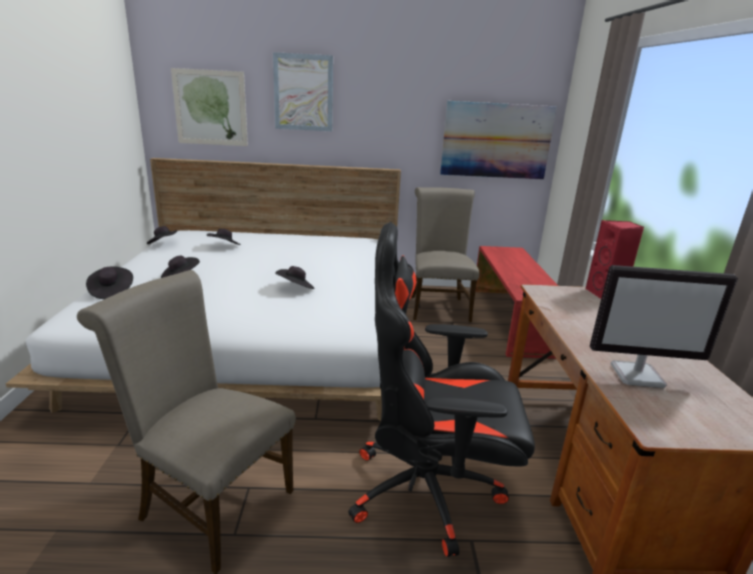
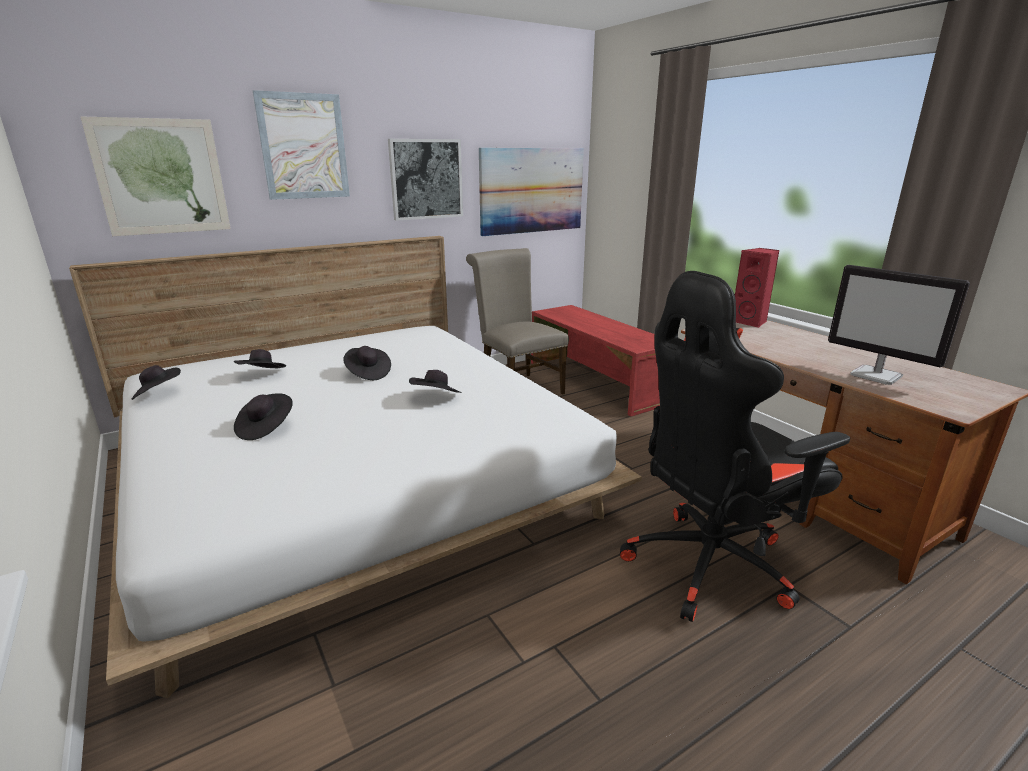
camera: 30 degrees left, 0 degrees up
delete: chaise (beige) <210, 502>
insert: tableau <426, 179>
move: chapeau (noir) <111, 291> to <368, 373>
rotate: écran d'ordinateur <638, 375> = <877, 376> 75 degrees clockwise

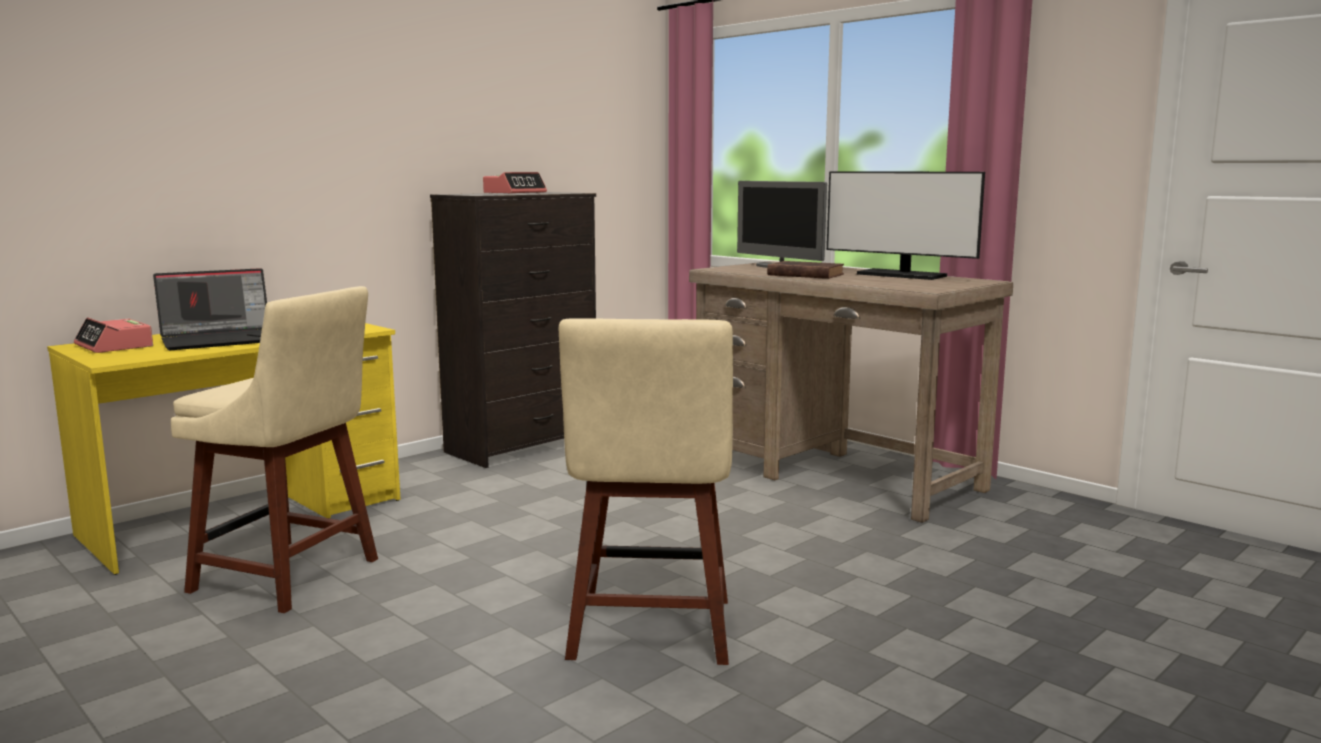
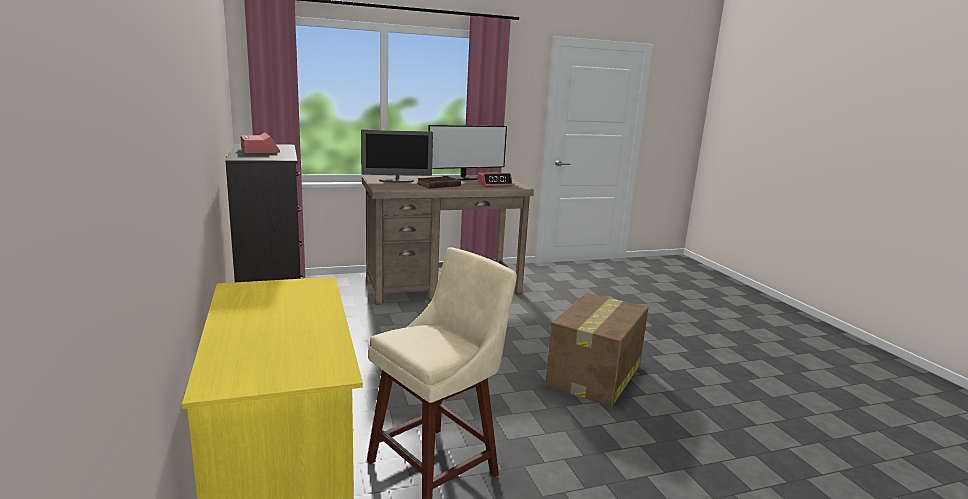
camera: 65 degrees left, 5 degrees up
delete: ordinateur portable <221, 340>
move: réveil <114, 346> to <494, 184>
replace: chaise (beige) <649, 633> to carton <594, 376>

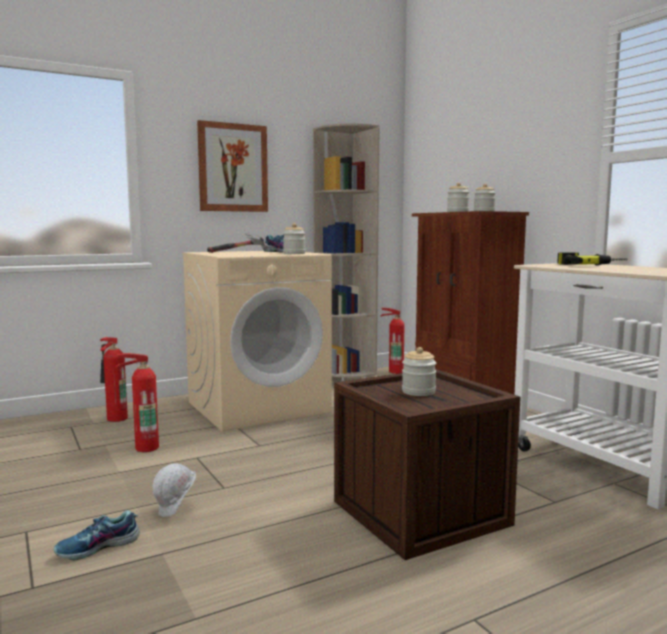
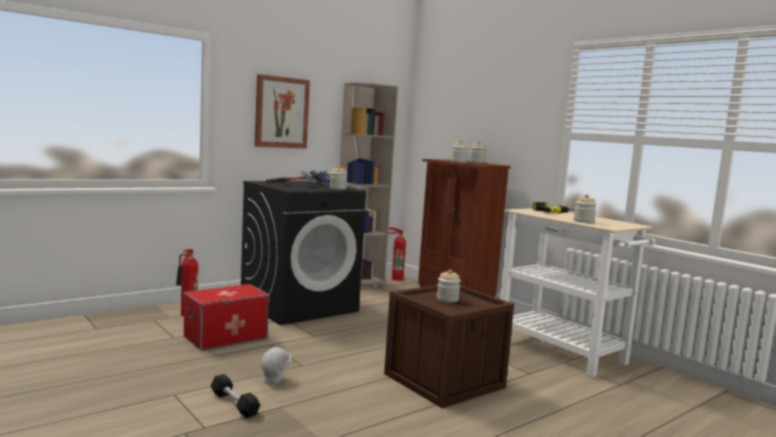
camera: 10 degrees left, 0 degrees up
insert: bocal <583, 221>
replace: chaussure <98, 547> to haltère (noir) <234, 404>; extincteur <144, 447> to boîte de rangement <225, 337>
recolor: lave-linge (beige) <258, 407> to lave-linge (noir) <299, 306>

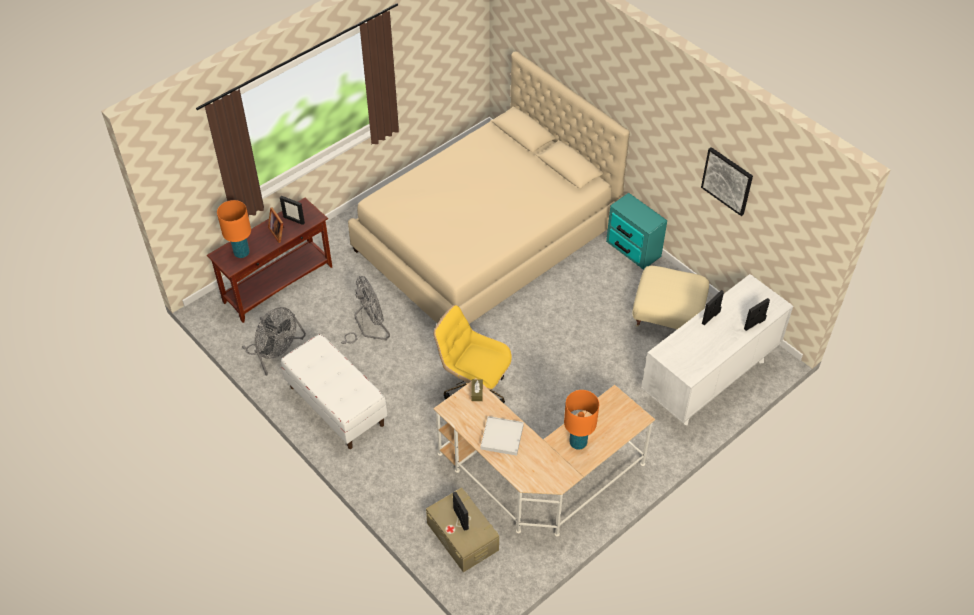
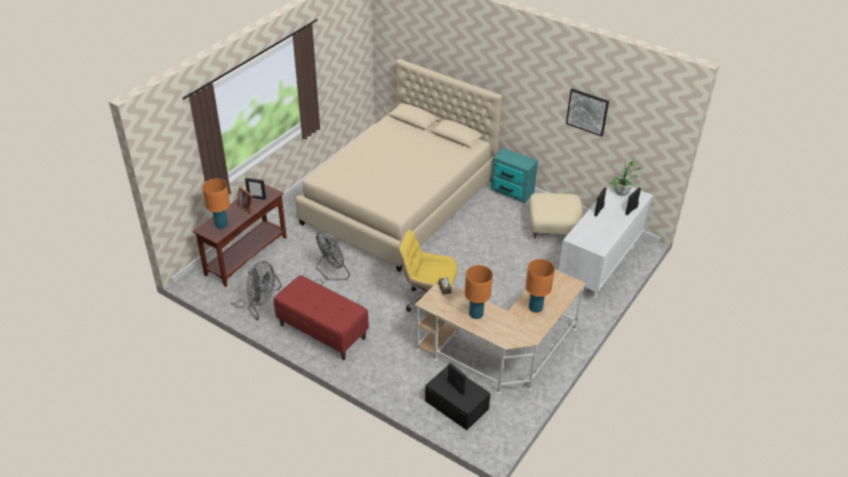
camera: 15 degrees left, 10 degrees down
insert: plante en pot <620, 195>
replace: plateau (blanc) <502, 437> to lampe de table (orange) <476, 314>
recolor: banc (blanc) <336, 406> to banc (rouge) <322, 332>; boîte de rangement (beige) <462, 536> to boîte de rangement (noir) <456, 405>

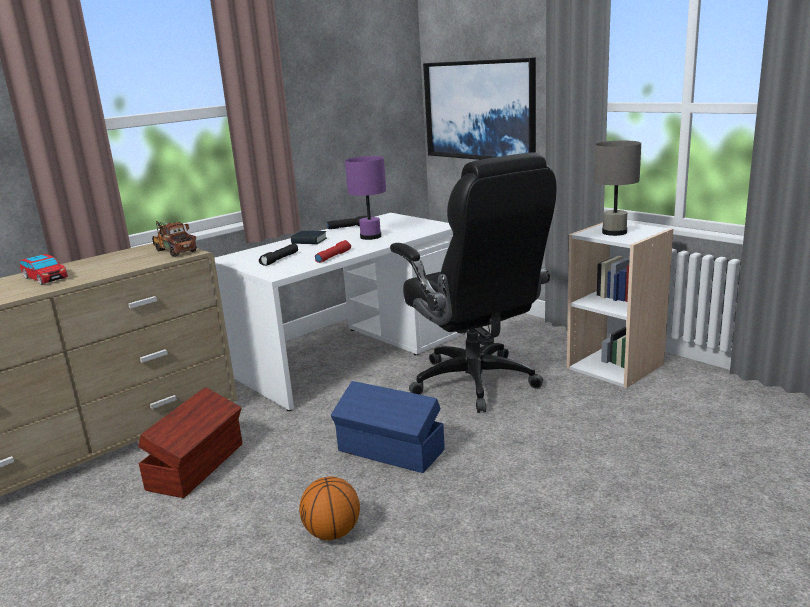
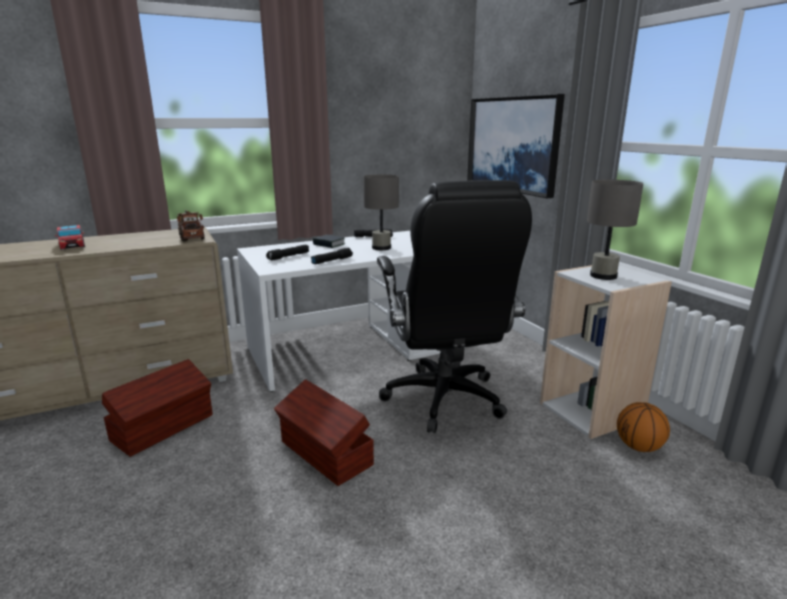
camera: 15 degrees right, 0 degrees up
move: ballon de basket <332, 533> to <638, 447>
recolor: lampe de poche (rouge) <333, 256> to lampe de poche (noir) <332, 260>; boîte de rangement (bleu) <391, 451> to boîte de rangement (marron) <325, 454>; lampe de table (violet) <371, 237> to lampe de table (gris) <381, 248>

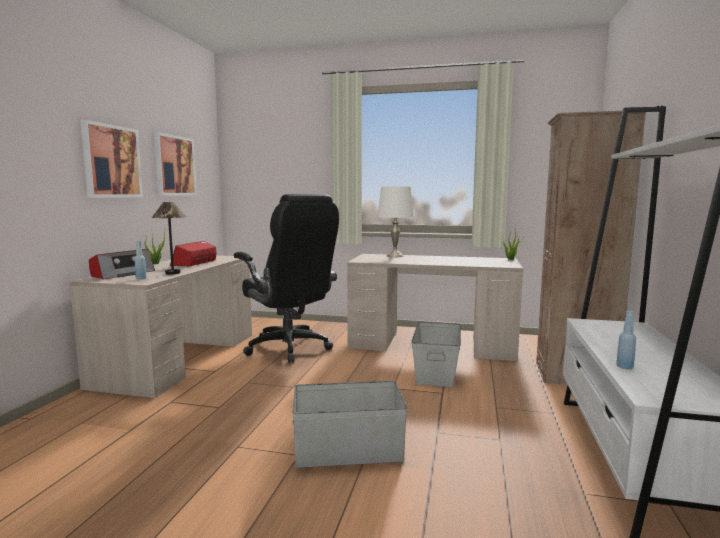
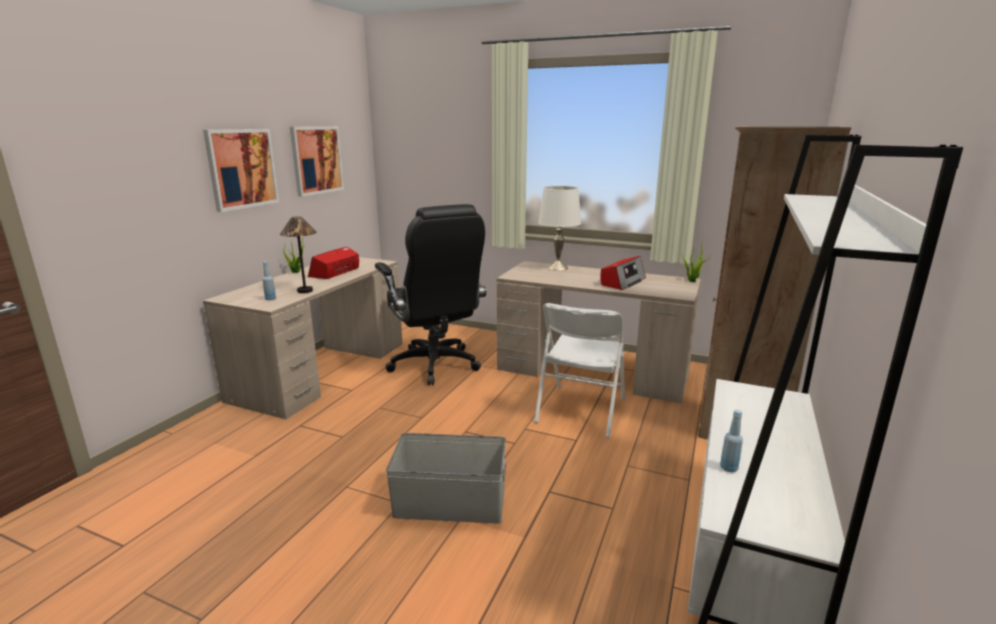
camera: 10 degrees right, 10 degrees up
move: radio <122, 274> to <622, 282>
replace: boîte de rangement (gris) <435, 371> to chaise (blanc) <581, 410>

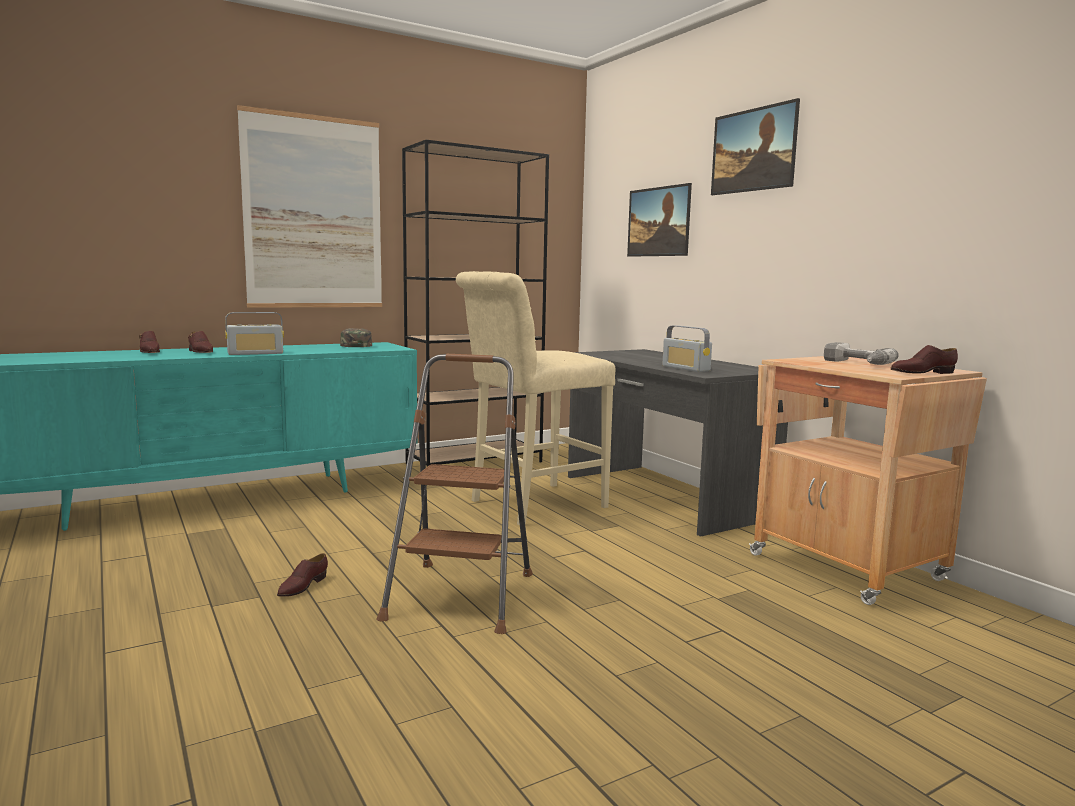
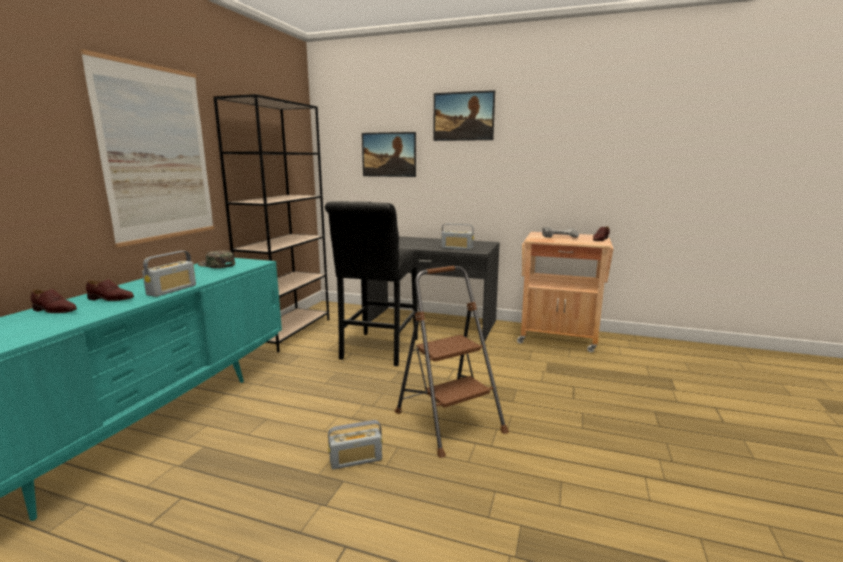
camera: 40 degrees left, 5 degrees up
replace: chaussure (marron) <302, 586> to radio <356, 460>
recolor: tabouret (beige) <531, 504> to tabouret (noir) <377, 350>

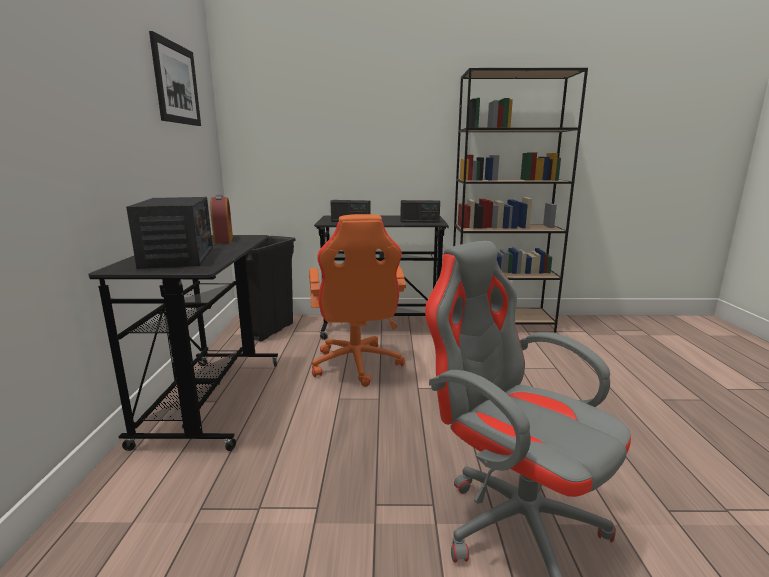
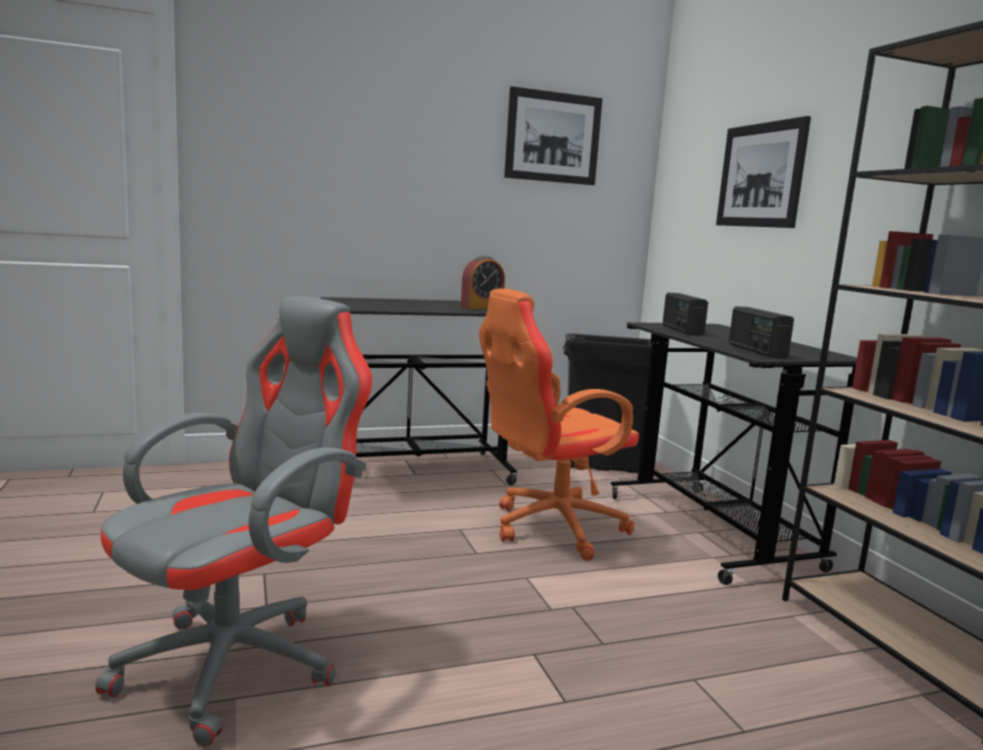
camera: 70 degrees right, 5 degrees down
delete: radio <178, 257>
insert: tableau <760, 175>

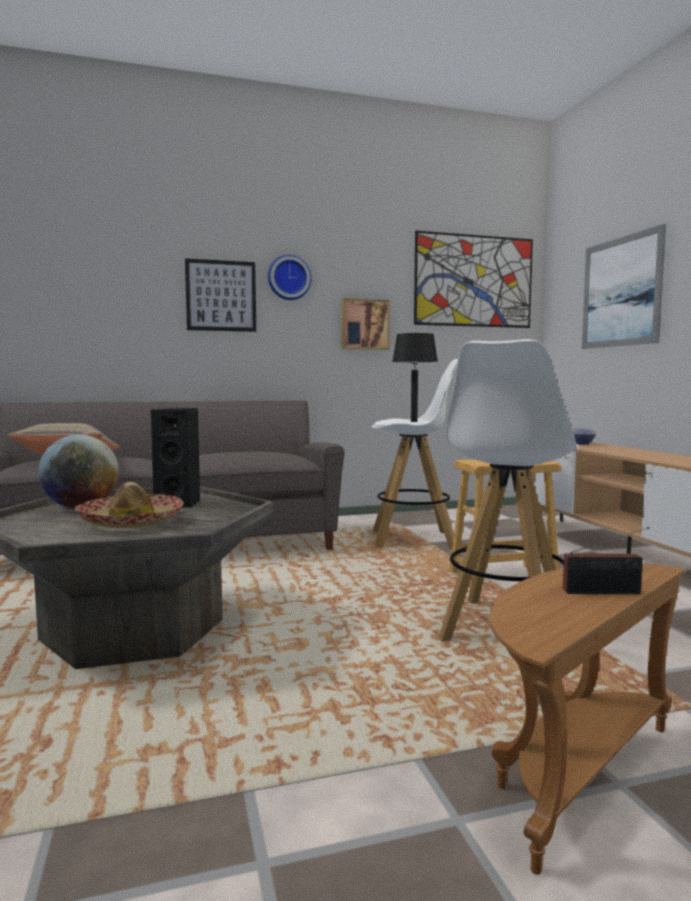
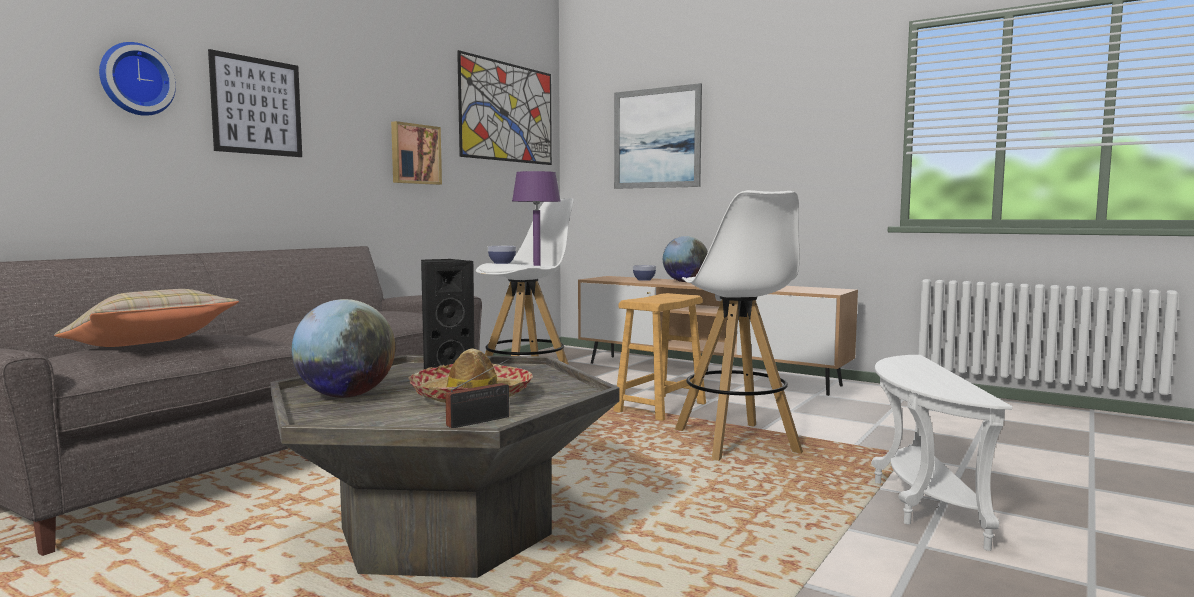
camera: 40 degrees left, 0 degrees up
insert: bol <502, 263>; globe <685, 282>
move: horloge murale <289, 278> to <135, 79>; radio <606, 592> to <482, 421>
recolor: lampe de table (noir) <413, 421> to lampe de table (violet) <536, 265>; table d'appoint (marron) <574, 772> to table d'appoint (blanc) <920, 503>

